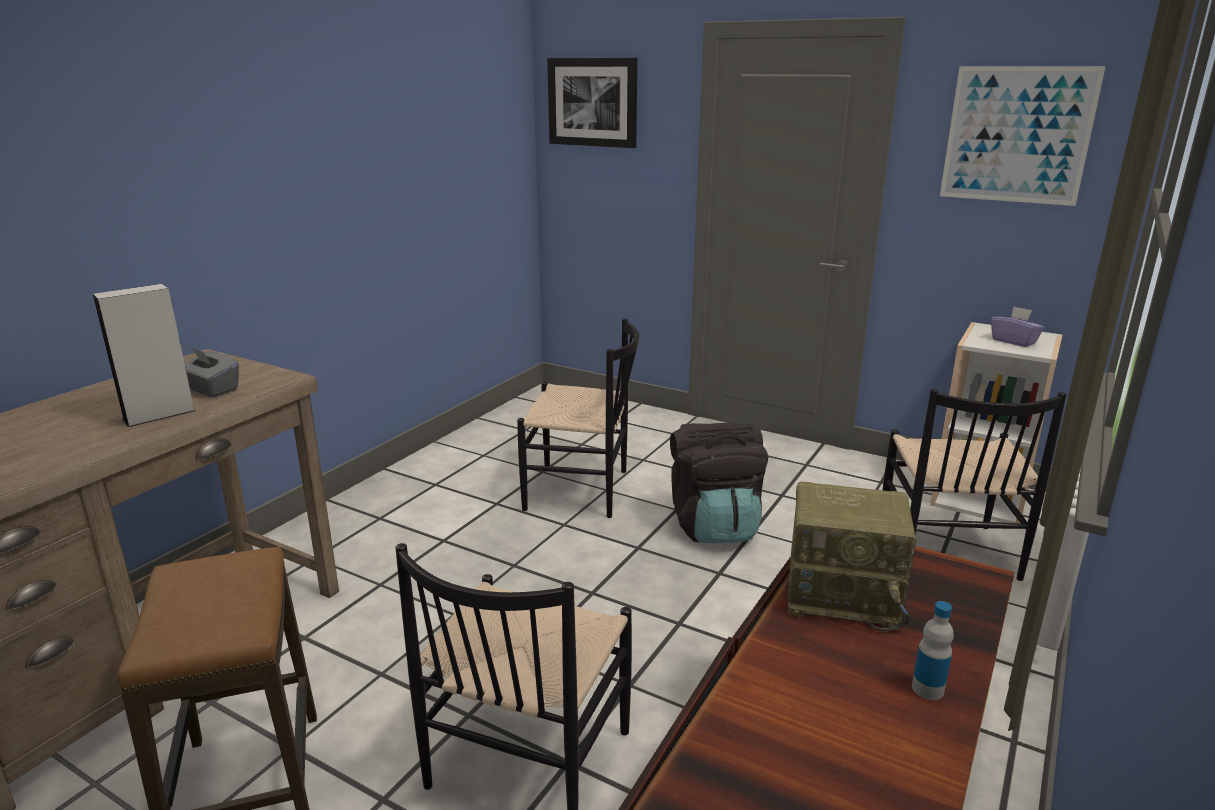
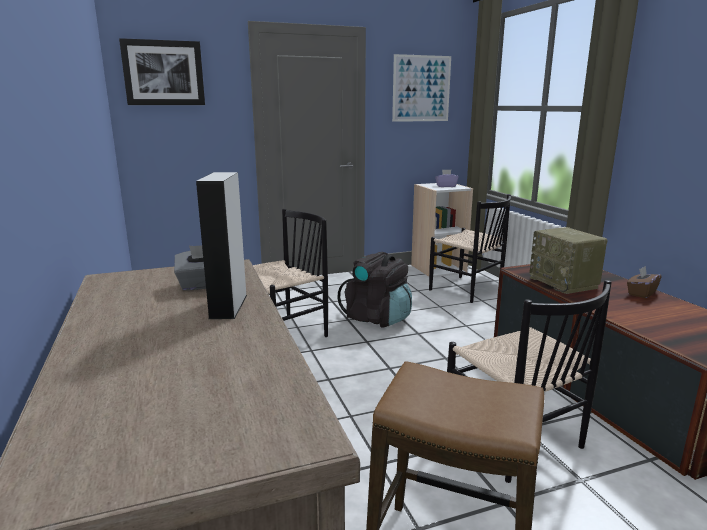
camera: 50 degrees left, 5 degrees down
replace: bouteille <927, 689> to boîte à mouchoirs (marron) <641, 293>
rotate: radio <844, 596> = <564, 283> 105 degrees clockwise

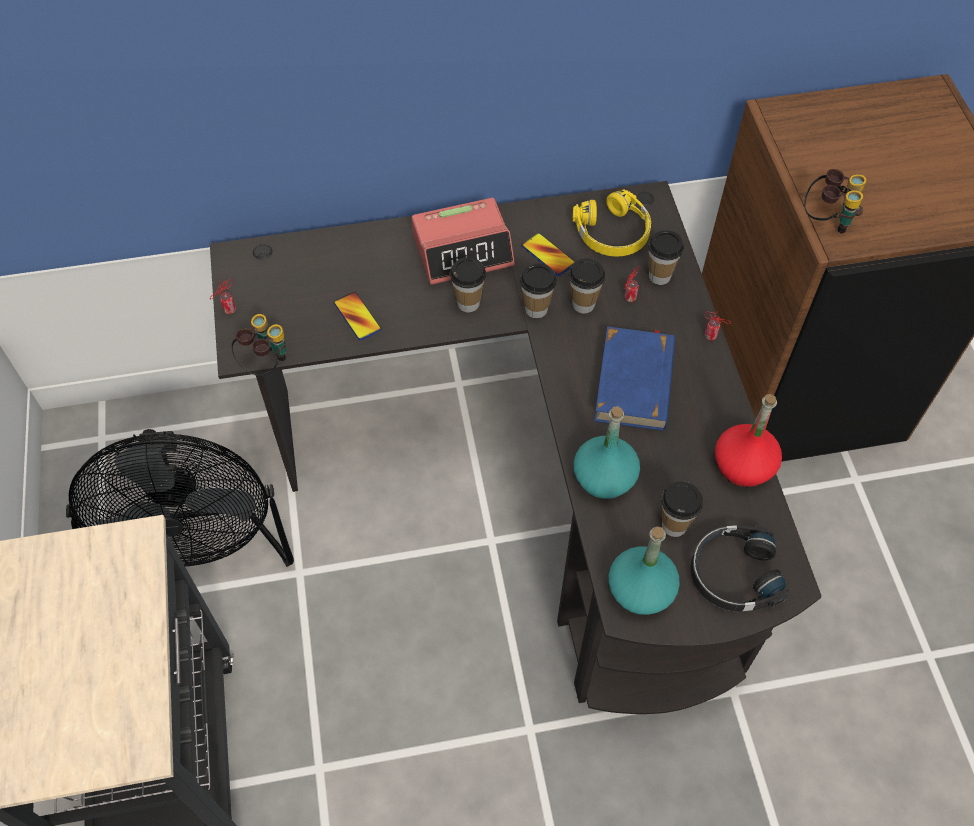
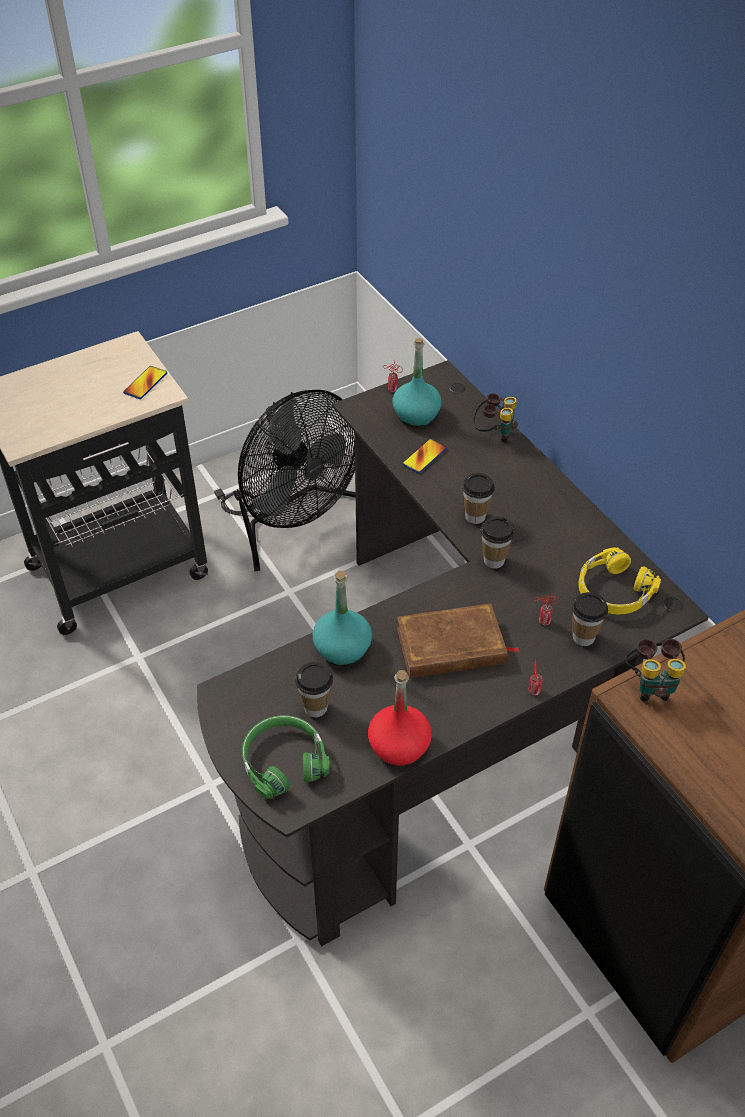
camera: 70 degrees right, 10 degrees down
delete: réveil <463, 250>; tasse <583, 304>
move: jumelles <265, 363> to <494, 434>; téléphone <548, 255> to <145, 383>; bouteille (turquoise) <640, 590> to <416, 415>
recolor: livre (bleu) <635, 382> to livre (marron) <451, 647>; casque audio (noir) <733, 574> to casque audio (vert) <283, 760>
rotate: ventilateur (noir) <191, 539> = <290, 520> 105 degrees counterclockwise

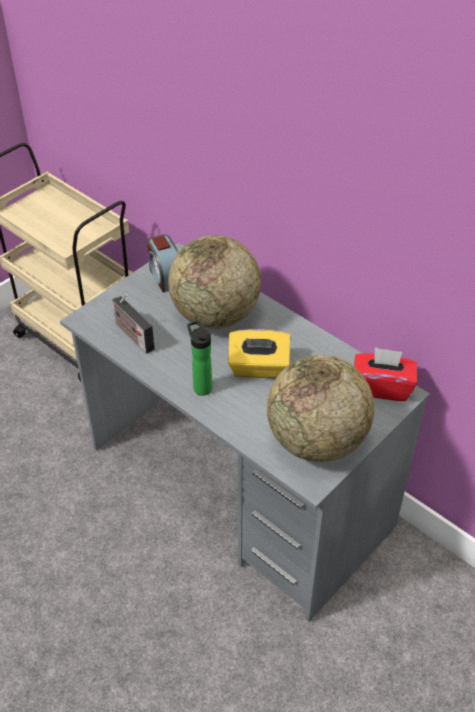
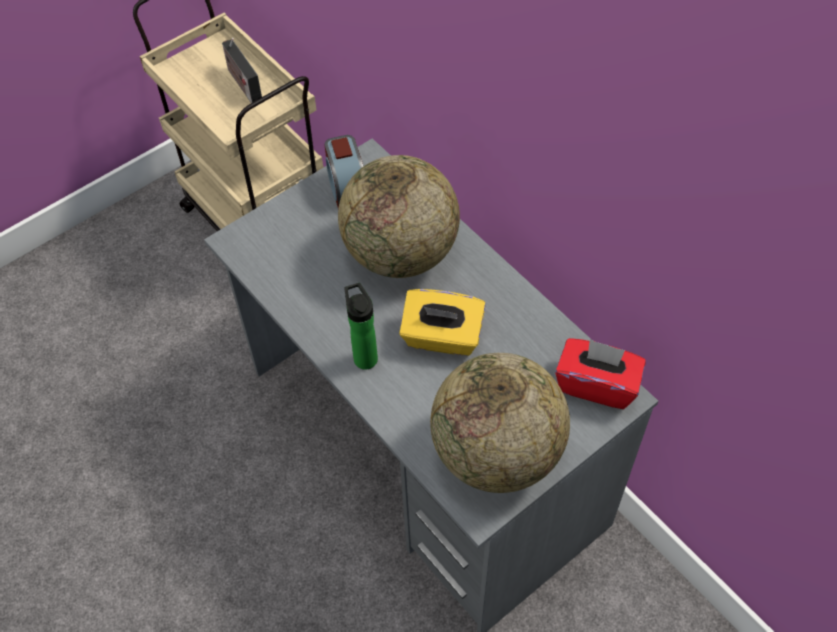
camera: 10 degrees right, 10 degrees up
move: radio <132, 335> to <243, 84>

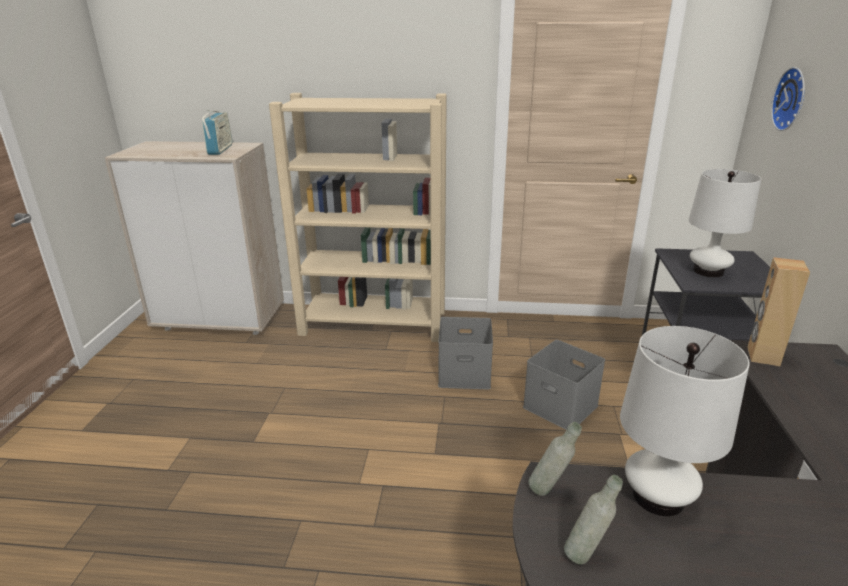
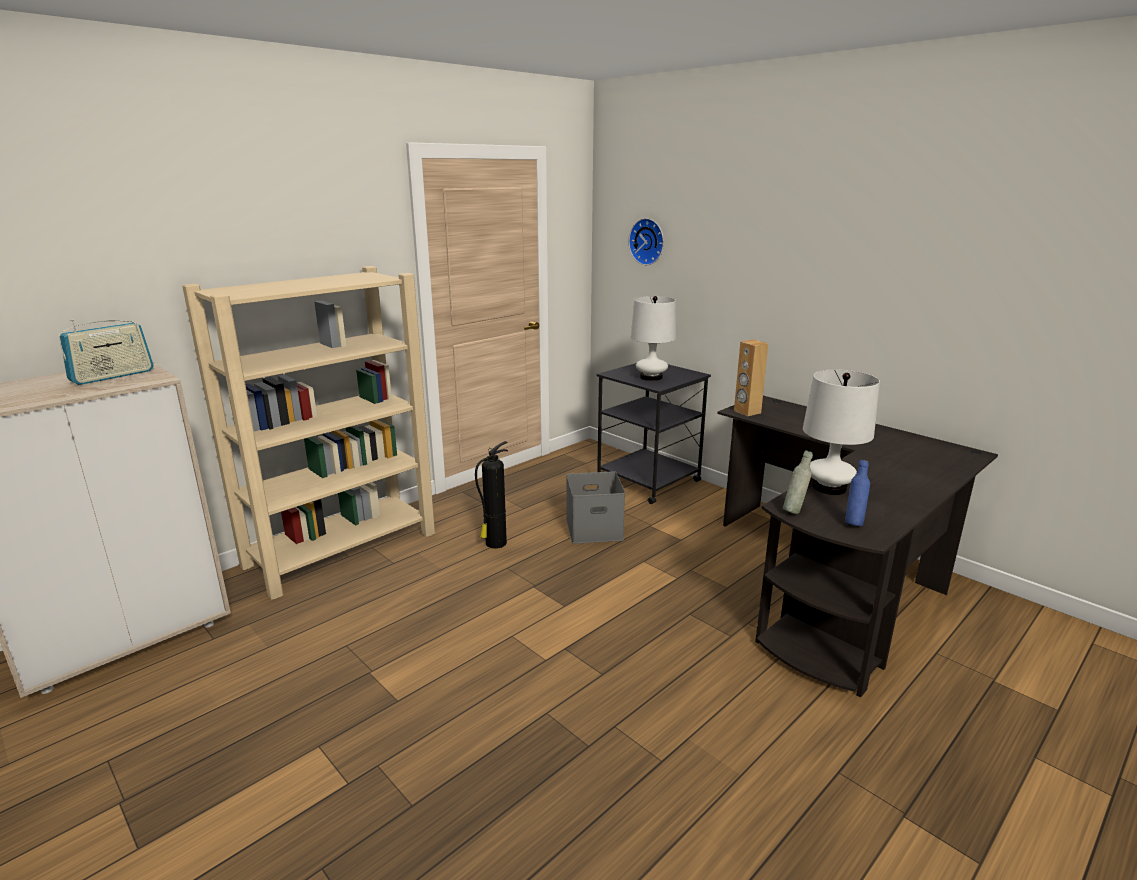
camera: 50 degrees left, 5 degrees down
replace: boîte de rangement (gris) <465, 373> to extincteur <495, 544>
recolor: bouteille (gris) <586, 554> to bouteille (bleu) <853, 523>
rotate: radio <220, 149> = <113, 376> 90 degrees clockwise

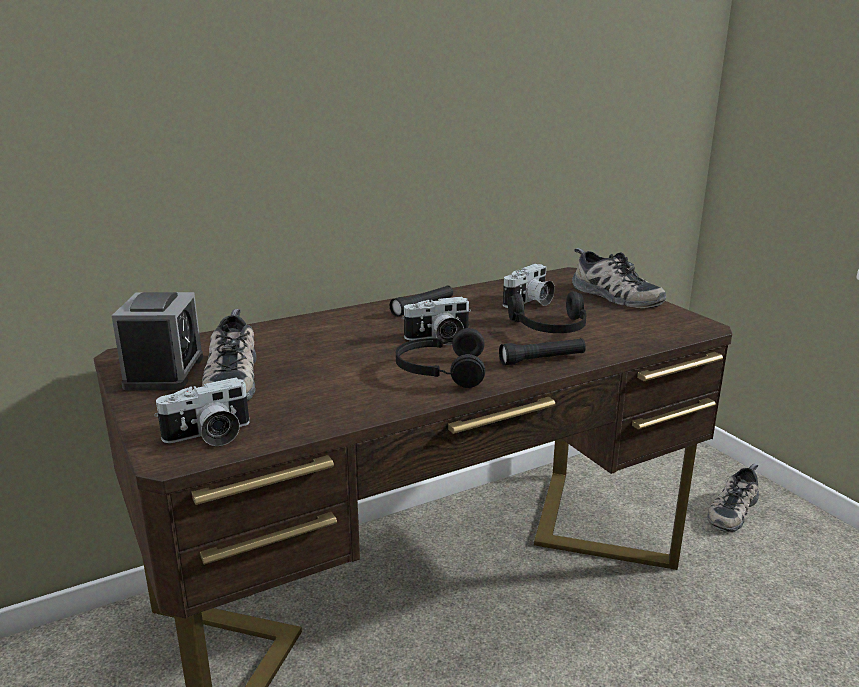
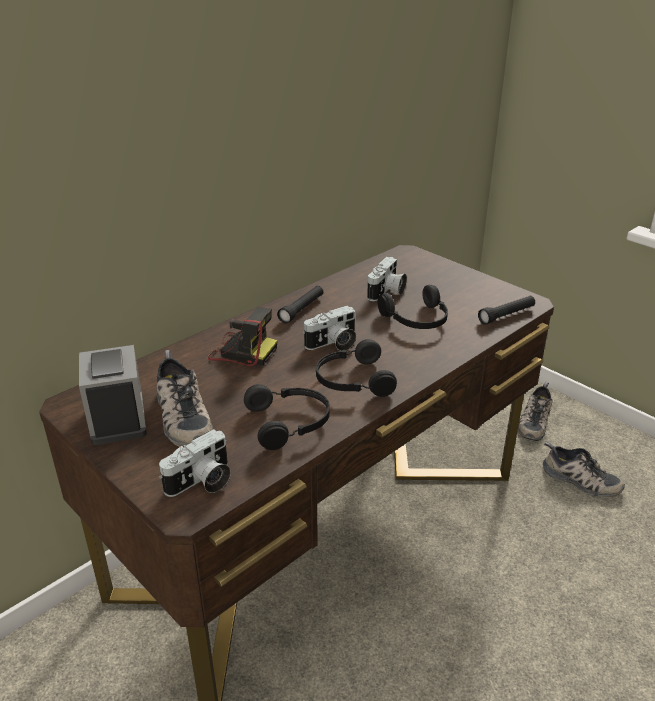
camera: 15 degrees left, 10 degrees up
insert: appareil photo <241, 351>; casque audio (noir) <290, 423>
move: lampe de poche (noir) <542, 359> to <506, 315>; chaussure <613, 295> to <579, 480>

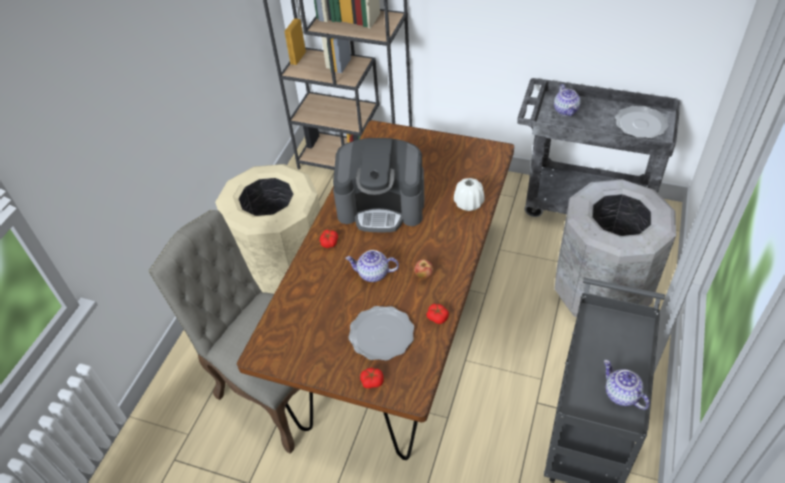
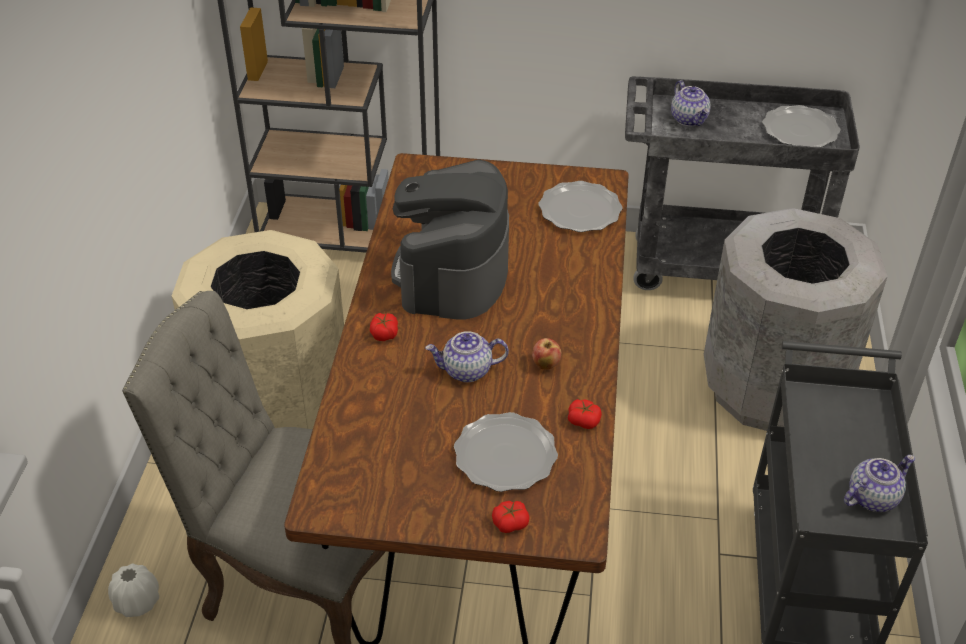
camera: 15 degrees left, 5 degrees down
insert: assiette <580, 210>
move: vase (blanc) <468, 203> to <137, 602>
rotate: machine à café <382, 206> = <452, 273> 105 degrees clockwise; théière <621, 394> = <872, 497> 105 degrees clockwise

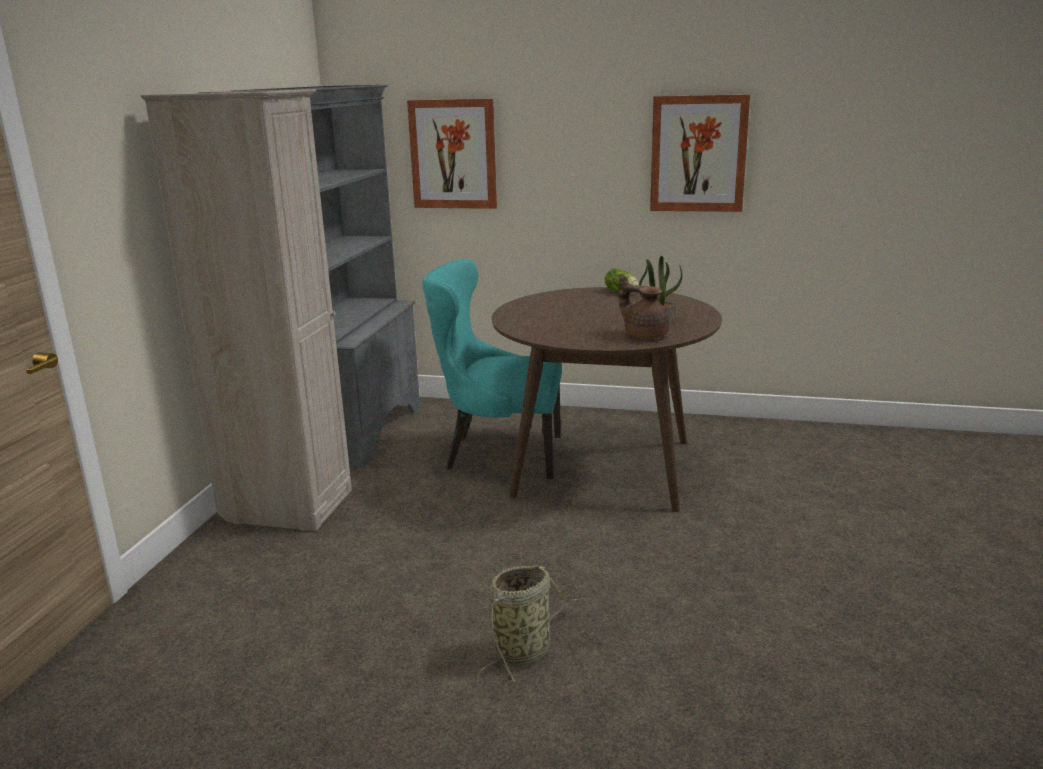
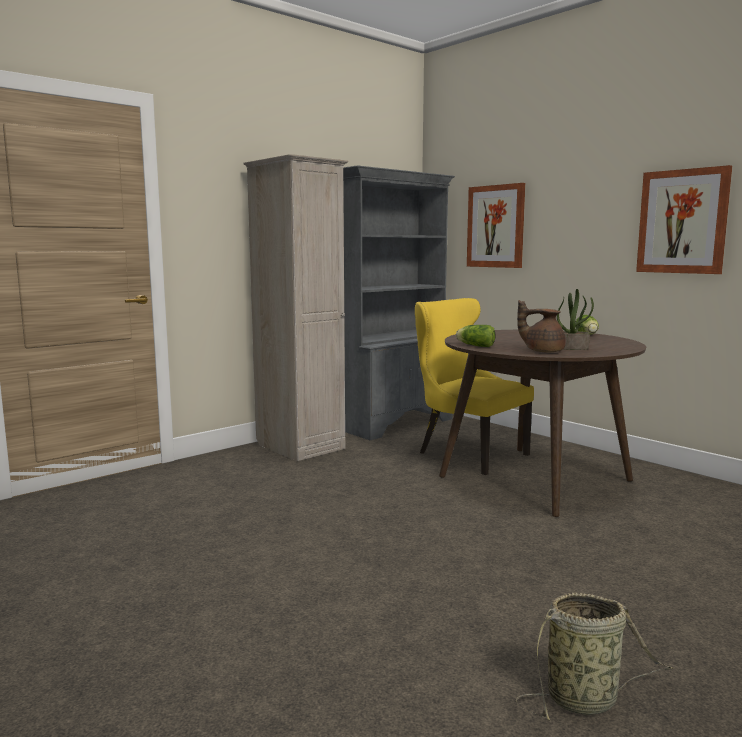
camera: 35 degrees right, 10 degrees down
insert: laitue <474, 346>
move: panier <525, 651> to <586, 699>
recolor: chaise (turquoise) <499, 454> to chaise (jaune) <467, 454>
rotate: théière (marron) <644, 335> = <542, 351> 60 degrees counterclockwise

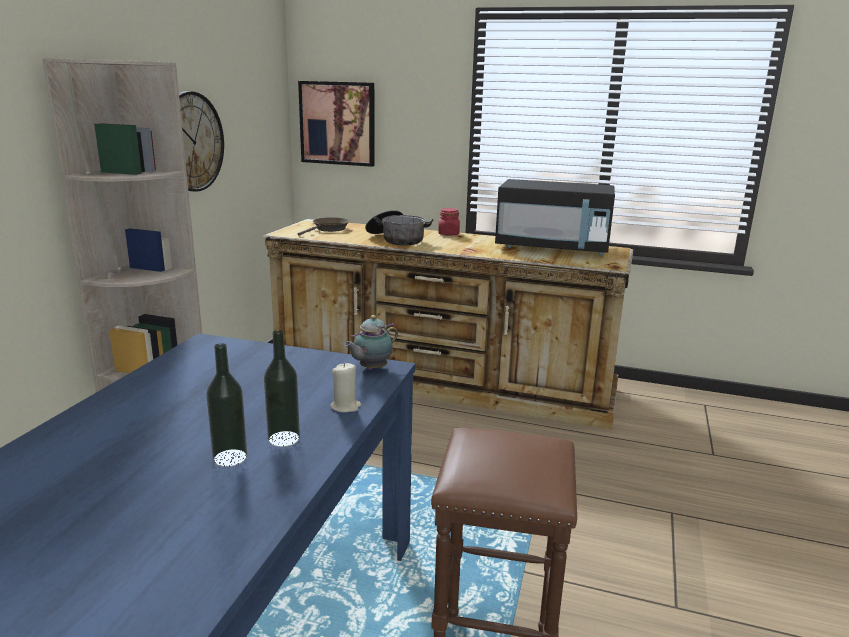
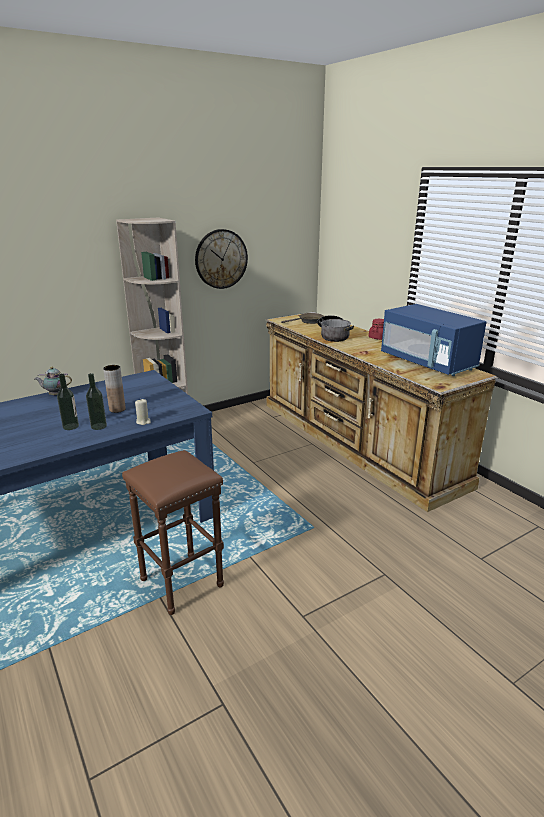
camera: 40 degrees right, 5 degrees up
delete: tableau <337, 123>
insert: vase (marron) <117, 409>
move: théière <371, 369> to <55, 395>
recolor: micro-ondes (noir) <552, 248> to micro-ondes (bleu) <427, 363>

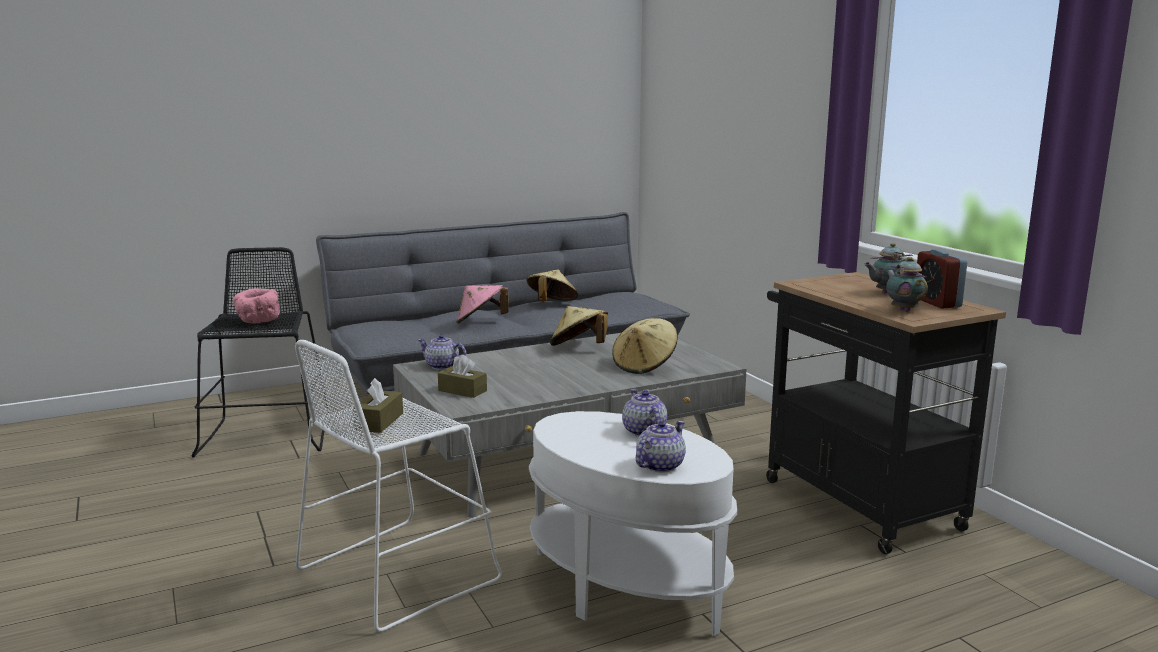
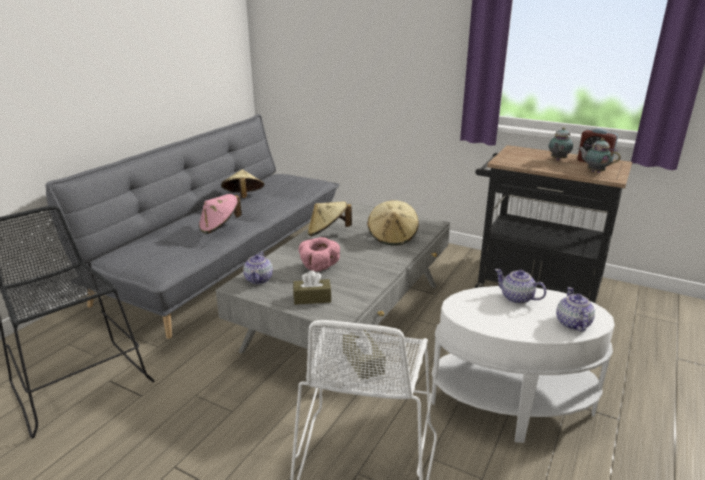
camera: 35 degrees left, 10 degrees up
move: bol (rose) <258, 321> to <319, 267>
rotate: théière <442, 366> = <259, 279> 75 degrees counterclockwise

